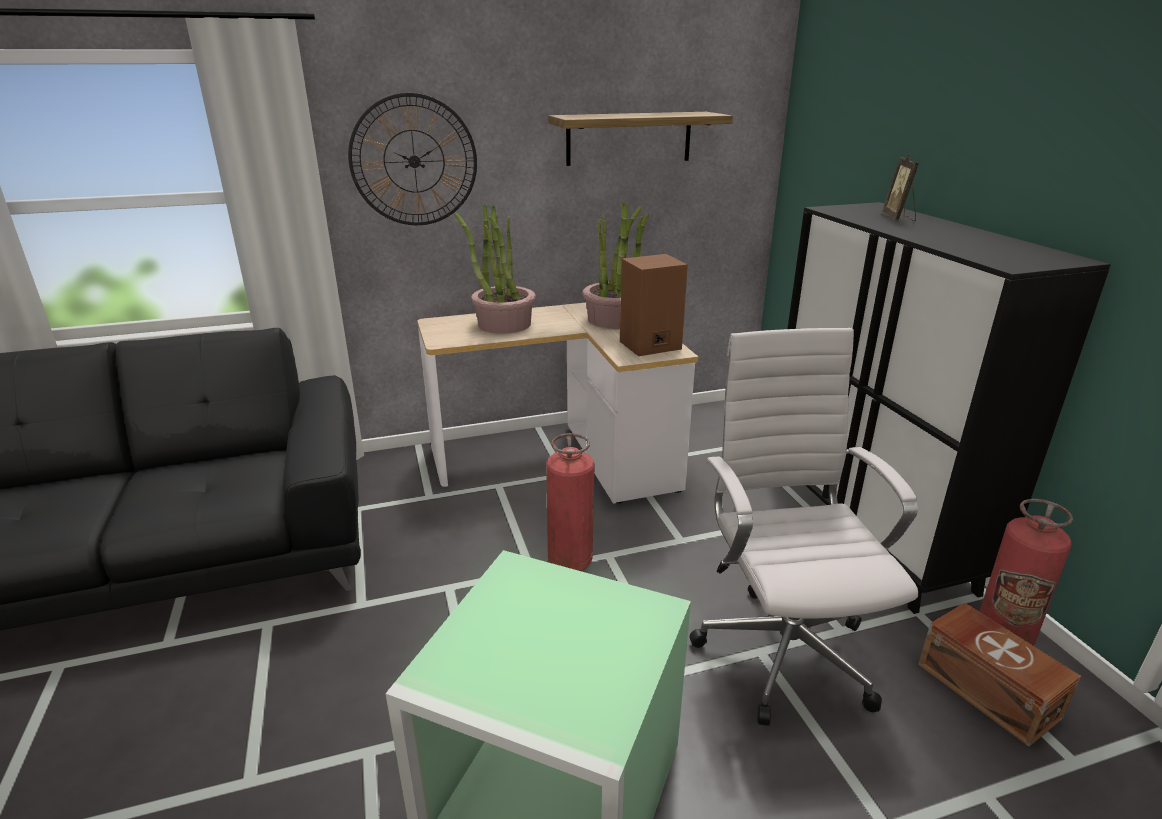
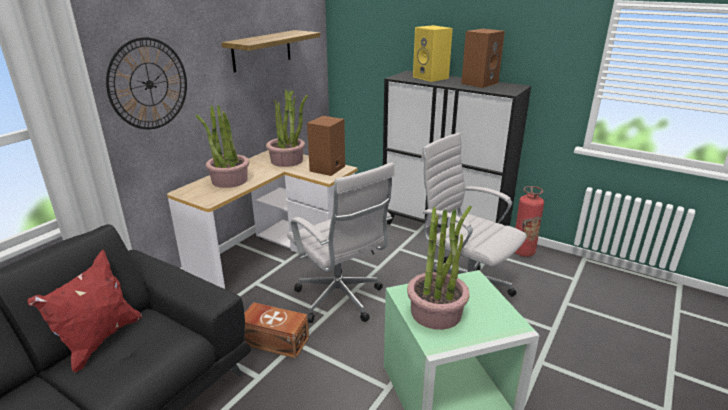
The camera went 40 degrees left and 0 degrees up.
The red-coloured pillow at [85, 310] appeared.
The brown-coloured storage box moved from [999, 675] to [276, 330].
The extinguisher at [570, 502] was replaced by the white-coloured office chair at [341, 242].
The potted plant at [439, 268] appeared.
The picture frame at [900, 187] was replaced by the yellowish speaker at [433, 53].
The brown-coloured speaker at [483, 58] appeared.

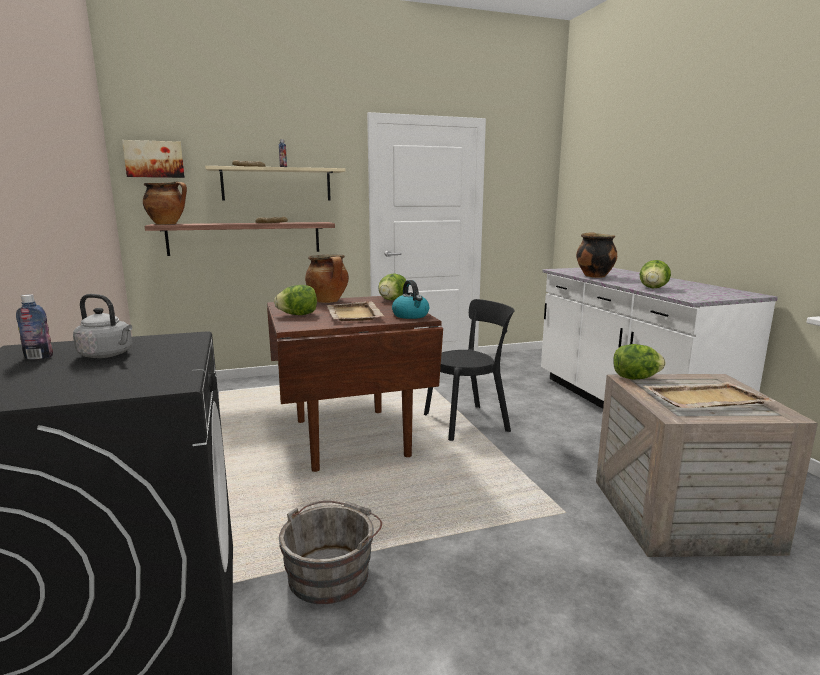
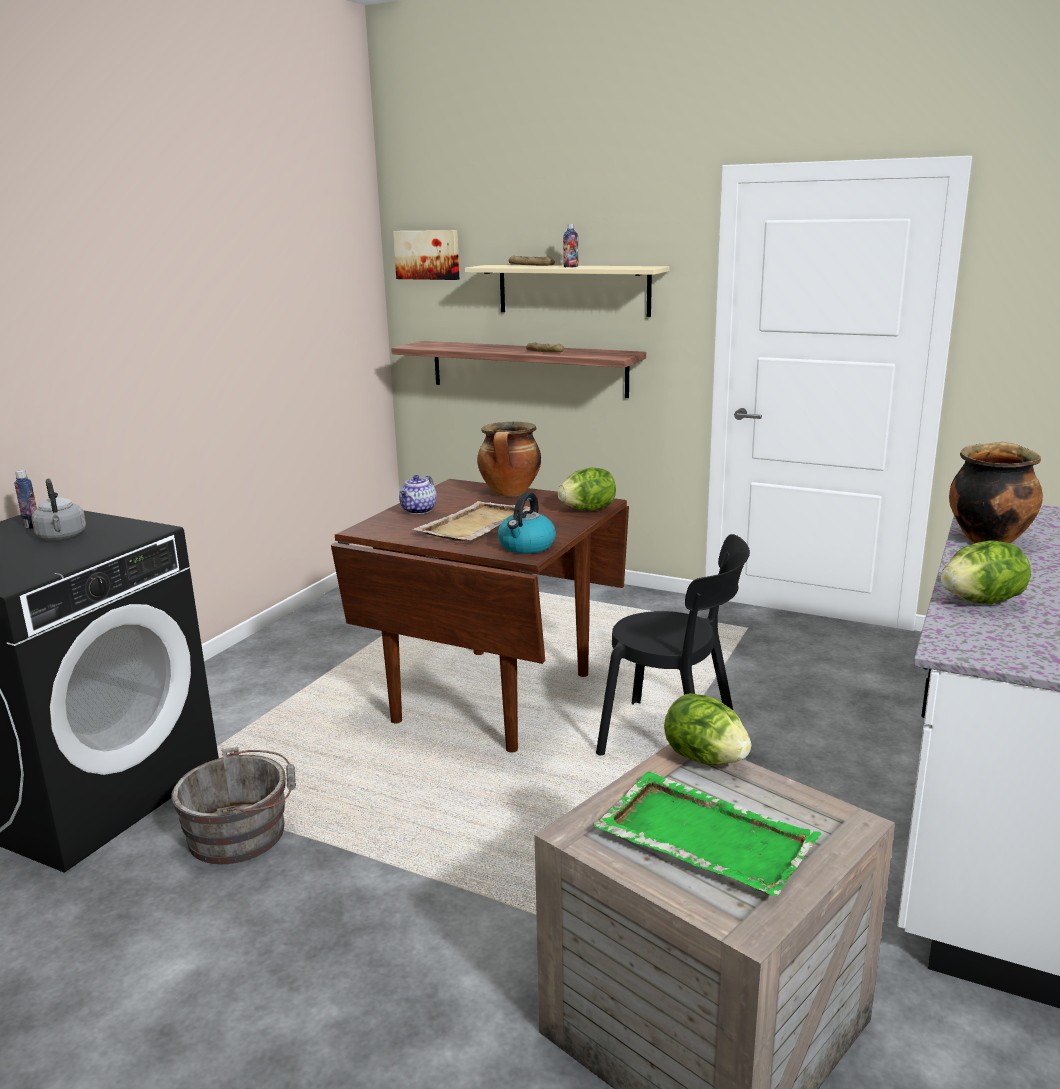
The camera went 45 degrees right and 5 degrees up.
The head of lettuce at [295, 300] was replaced by the teapot at [418, 494].
The sand-coloured tray at [710, 395] became the green tray at [707, 834].
The stockpot at [165, 203] disappeared.

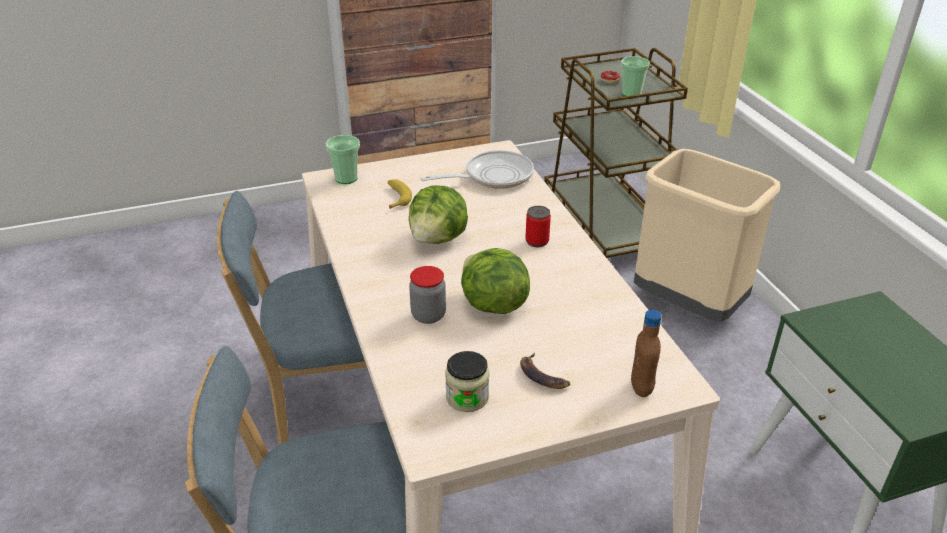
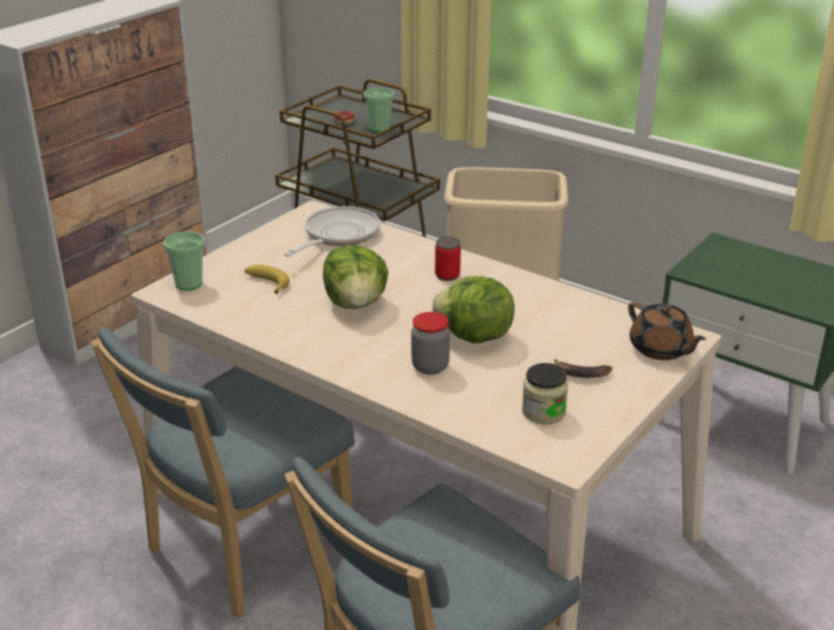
The camera went 35 degrees left and 5 degrees down.
The brown-coloured bottle at [646, 353] was replaced by the brown-coloured teapot at [667, 331].

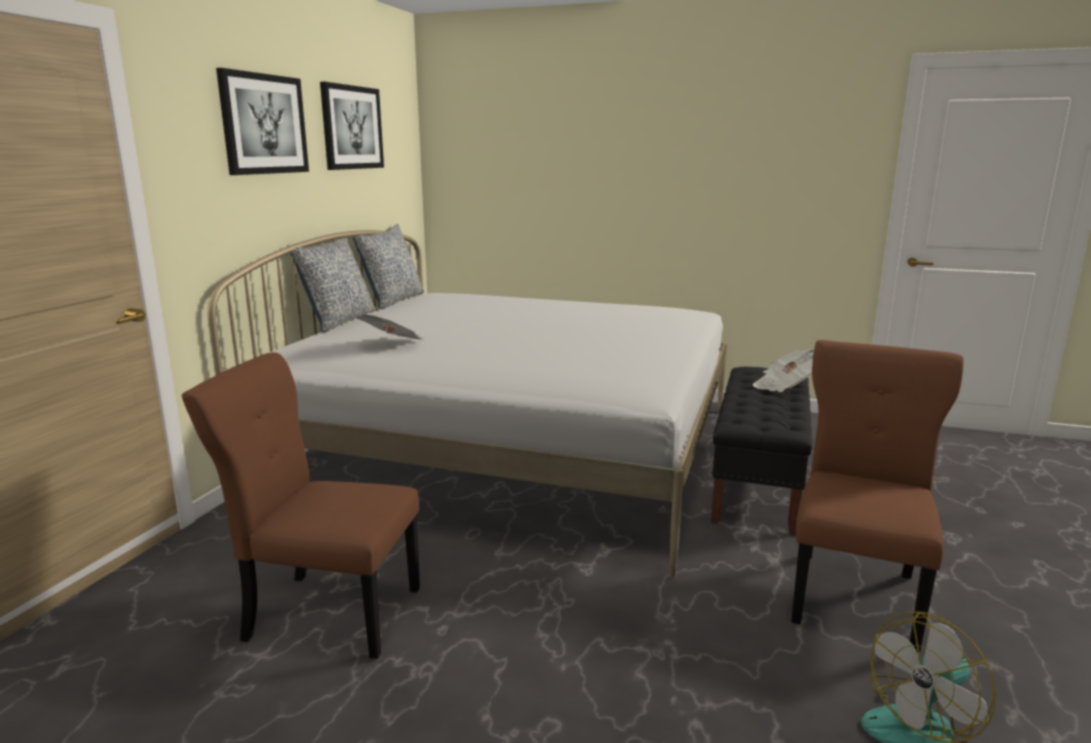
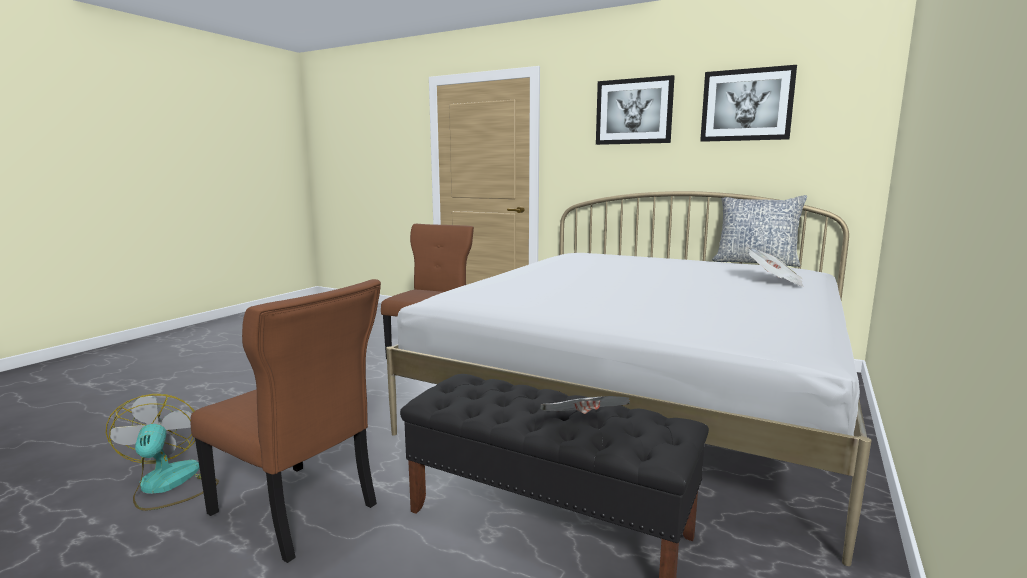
The camera went 100 degrees right and 5 degrees down.
The newspaper moved from [389, 327] to [775, 267].
The pillow at [331, 285] disappeared.

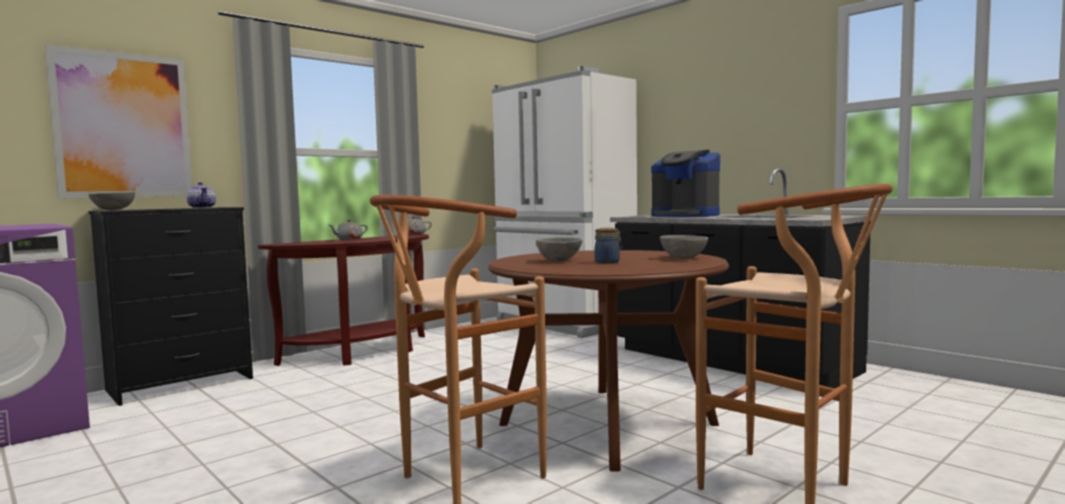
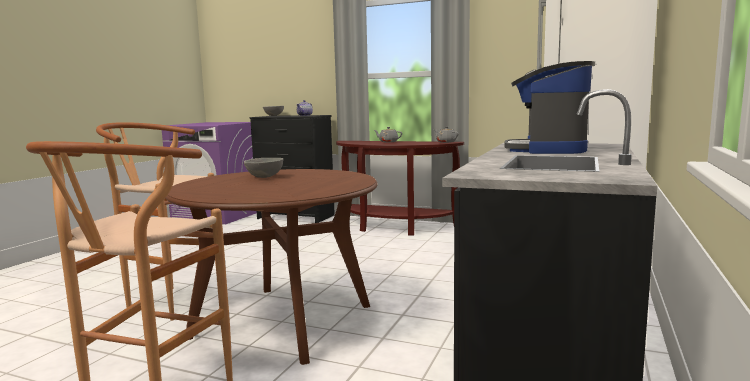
The camera went 65 degrees right and 5 degrees up.
The picture at [118, 121] disappeared.
The storage jar at [608, 246] disappeared.
The gray bowl at [684, 247] disappeared.

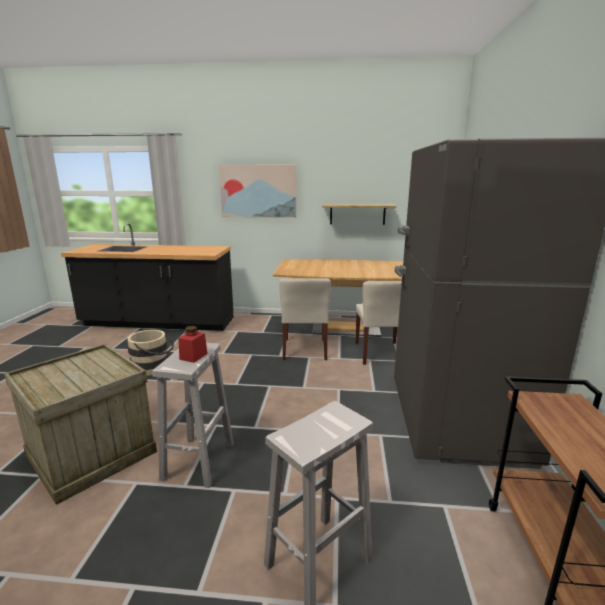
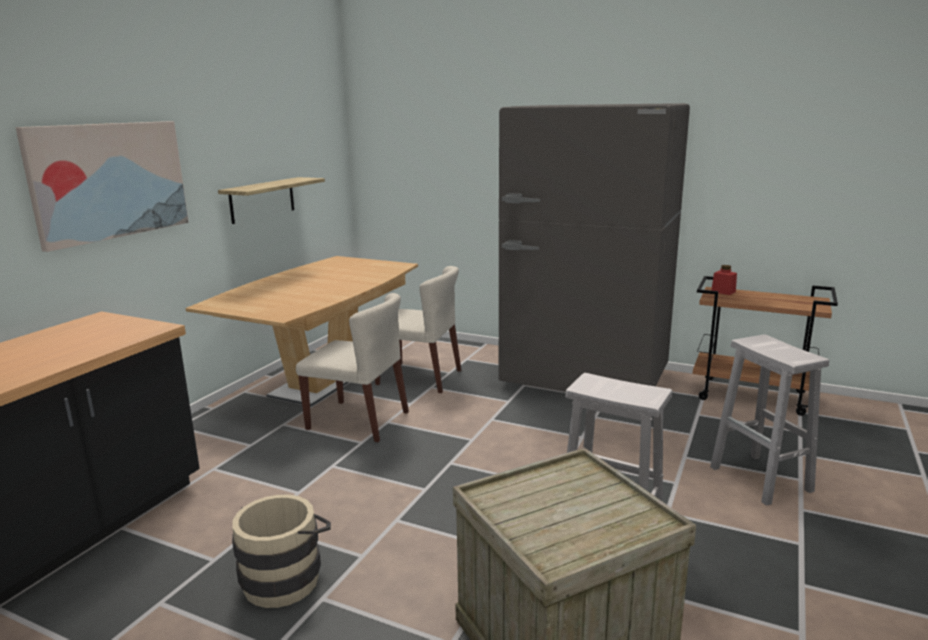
The camera went 70 degrees left and 0 degrees up.
The red-coloured storage jar moved from [193, 344] to [724, 280].

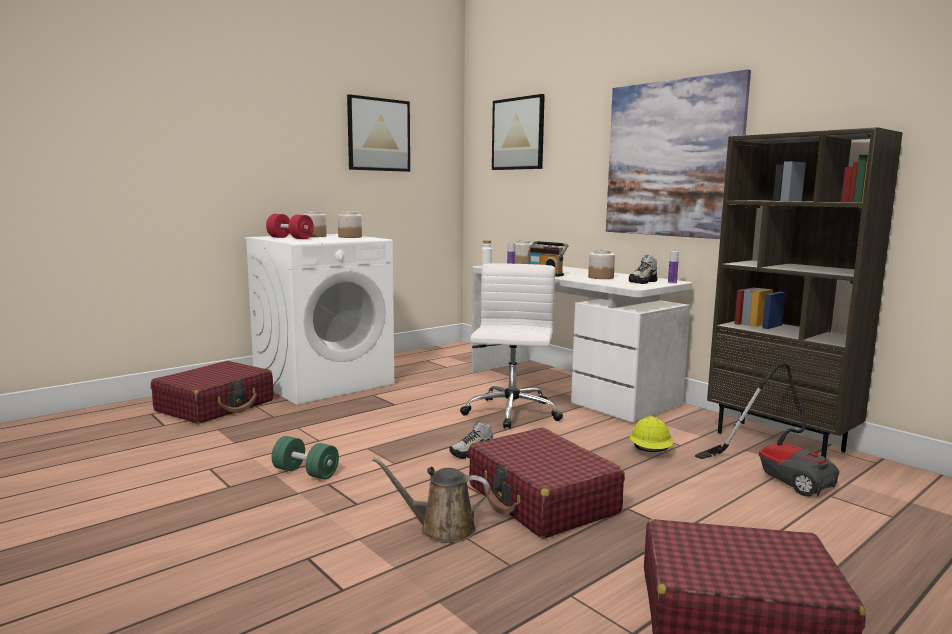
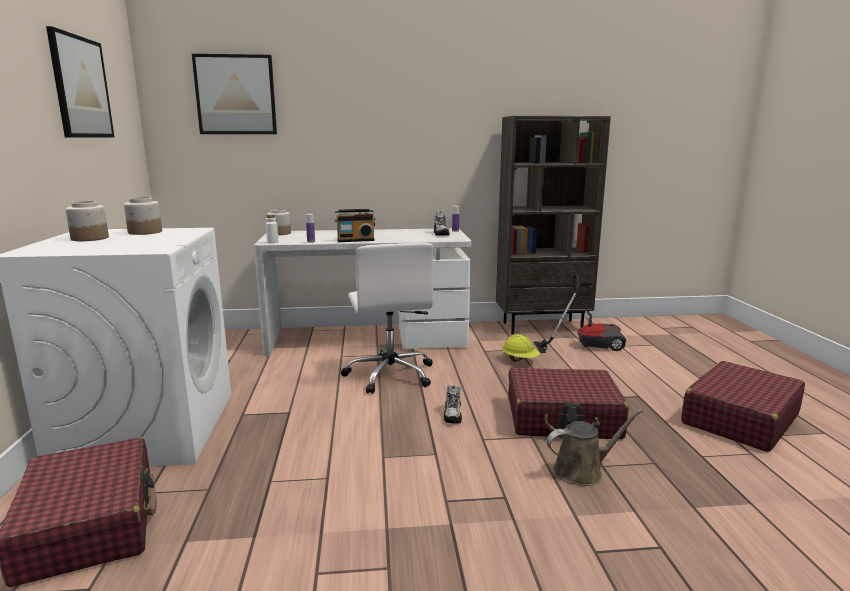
The camera went 55 degrees left and 5 degrees up.
The white-coloured office chair at [511, 346] turned 150 degrees counterclockwise.
The brown-coloured watering can at [431, 500] turned 150 degrees counterclockwise.
The red-coloured free weight at [290, 226] disappeared.
The green free weight at [305, 458] disappeared.
The storage jar at [601, 264] disappeared.
The picture at [678, 154] disappeared.

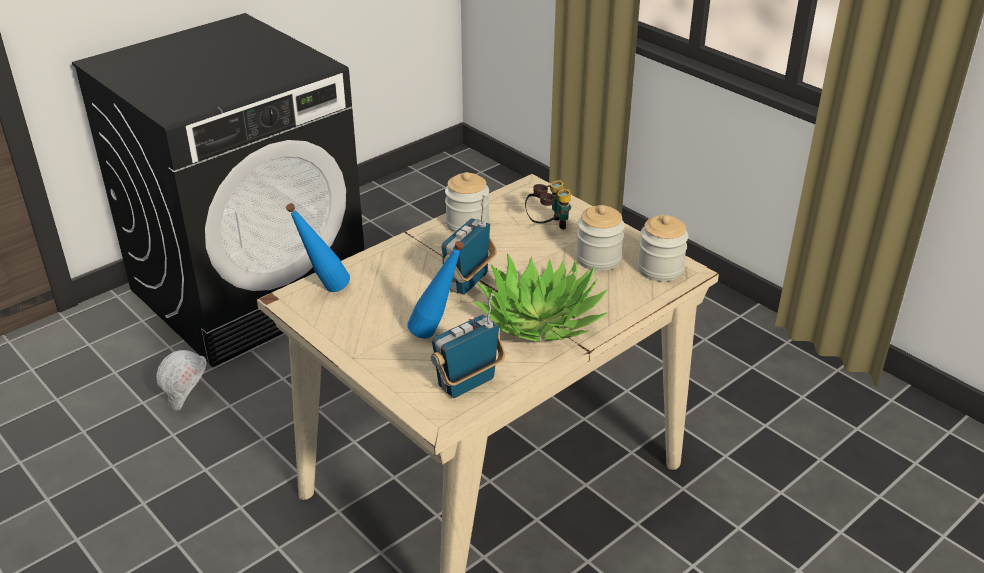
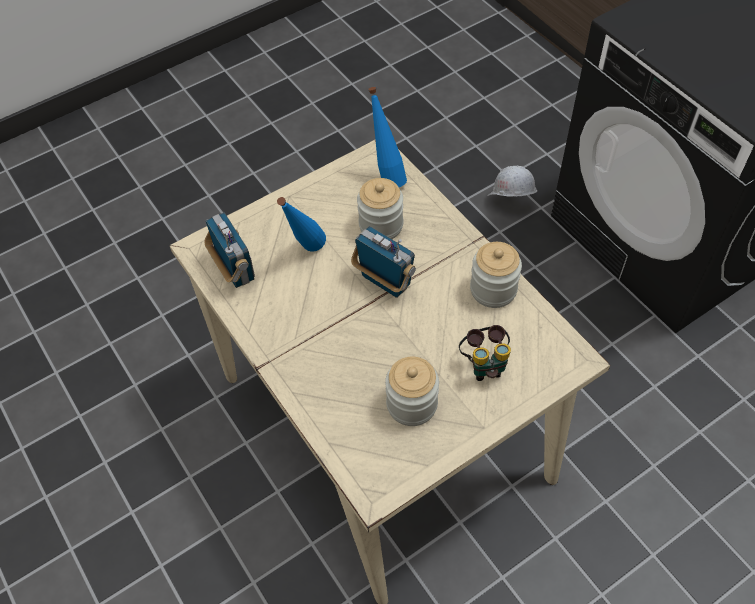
The camera went 100 degrees right and 20 degrees up.
The storage jar moved from [663, 248] to [380, 208].
The potted plant at [540, 298] disappeared.

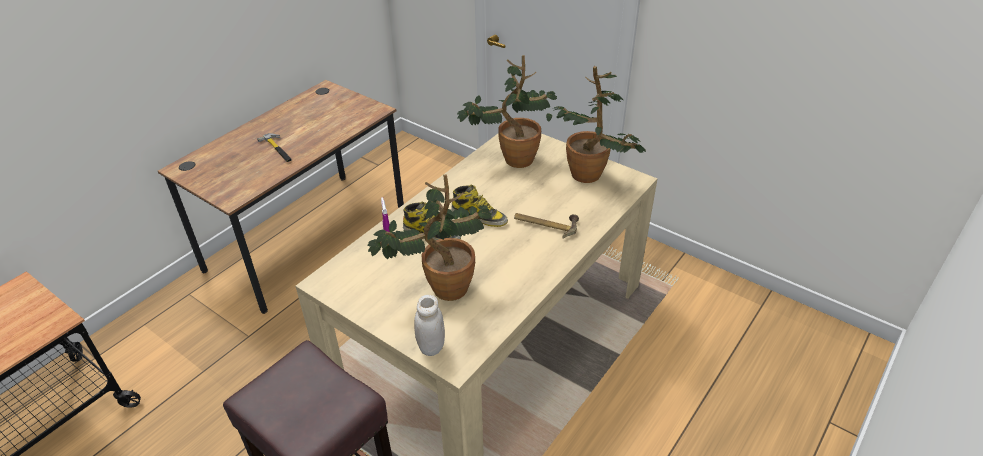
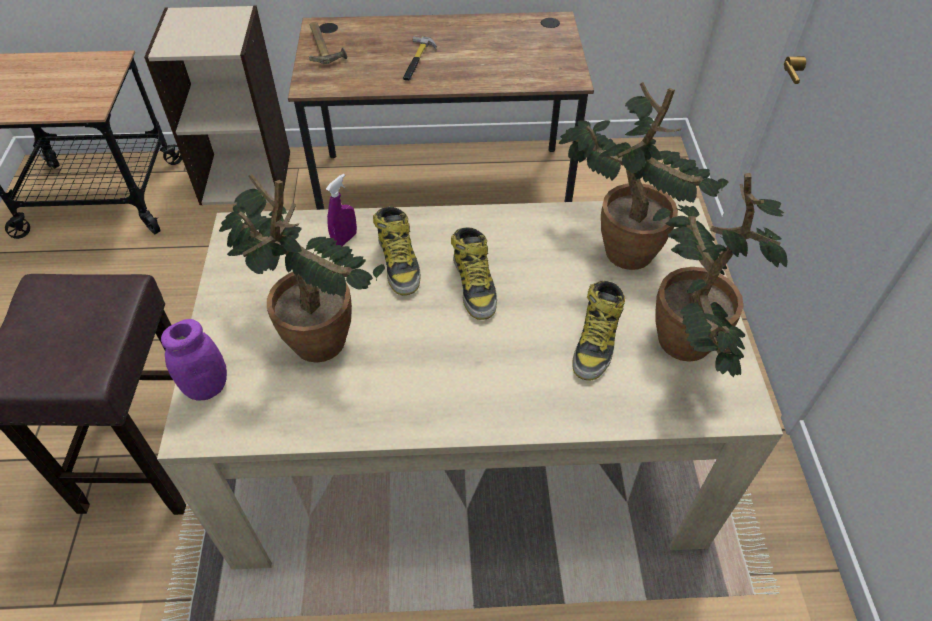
The camera went 50 degrees right and 10 degrees up.
The sand-coloured bookshelf at [217, 105] appeared.
The white-coloured storage jar at [429, 325] became the purple-coloured storage jar at [194, 360].
The tool hammer moved from [546, 226] to [328, 43].
The tall boot at [598, 331] appeared.

